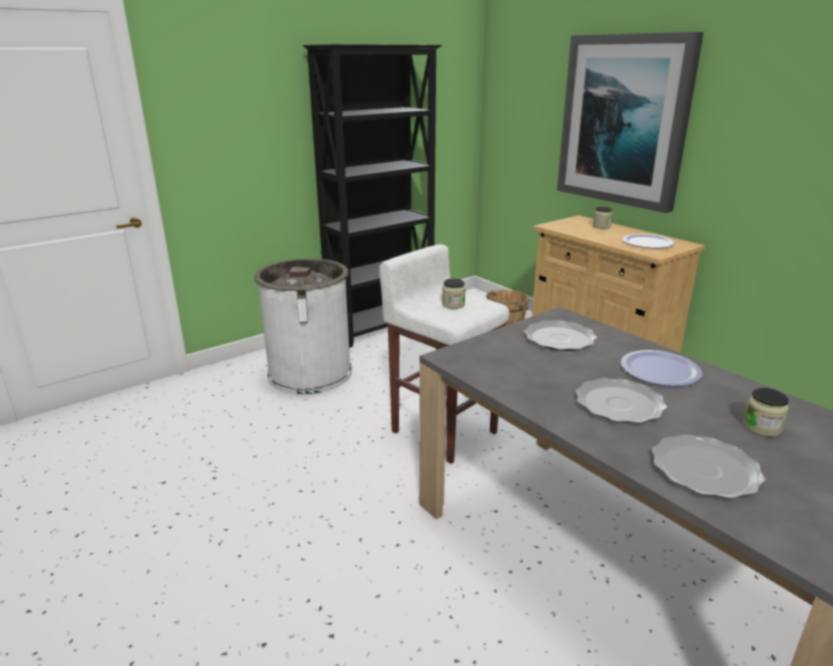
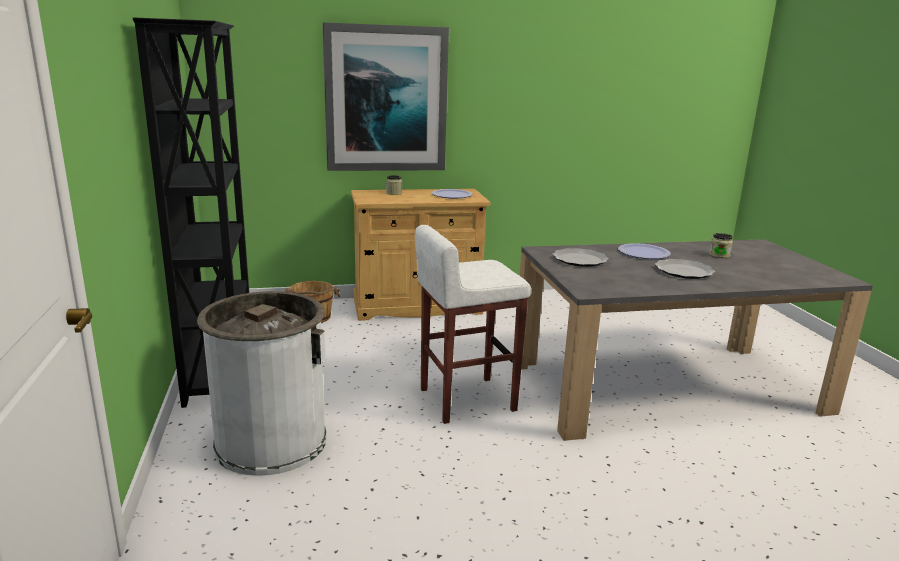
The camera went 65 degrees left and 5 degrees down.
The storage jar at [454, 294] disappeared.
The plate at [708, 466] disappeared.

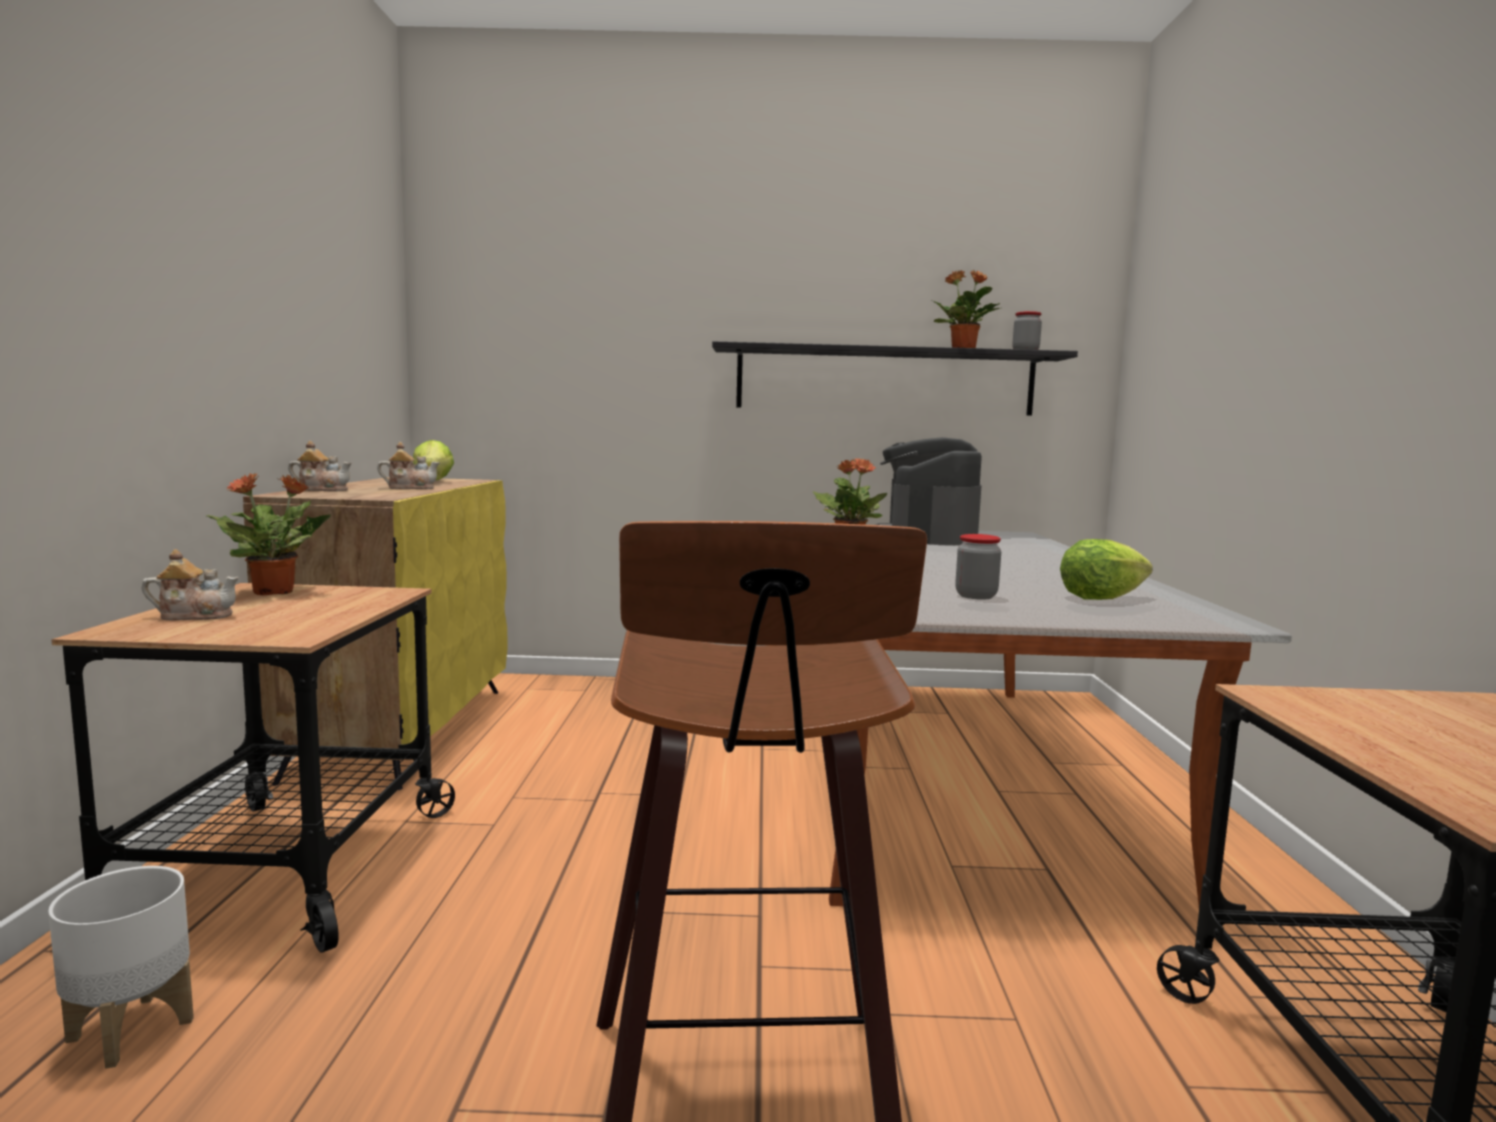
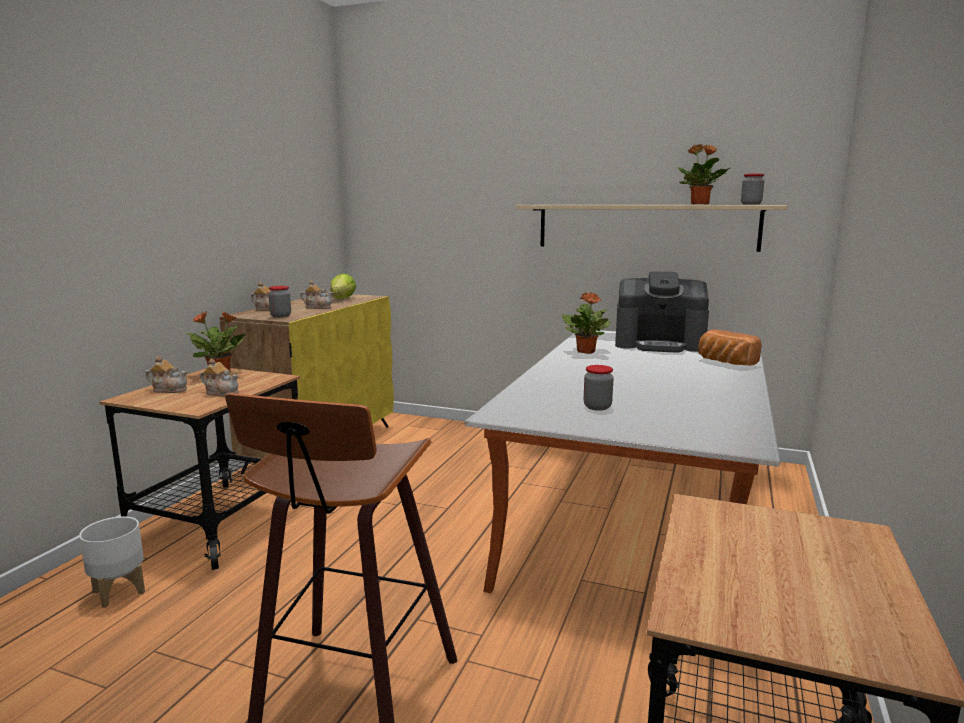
The camera went 20 degrees right and 5 degrees up.
The teapot at [219, 377] appeared.
The storage jar at [280, 302] appeared.
The black shelf at [895, 378] became the sand-coloured shelf at [651, 228].
The coffee machine at [928, 491] turned 105 degrees counterclockwise.
The baked bread at [730, 347] appeared.
The head of lettuce at [1106, 569] disappeared.

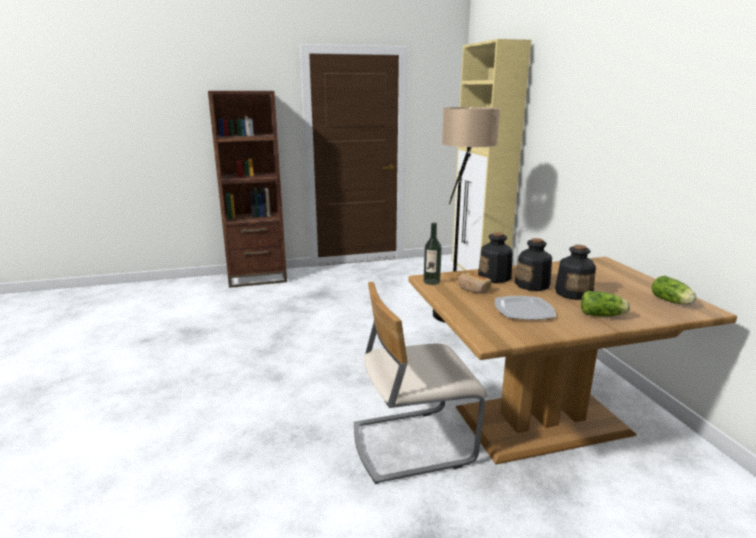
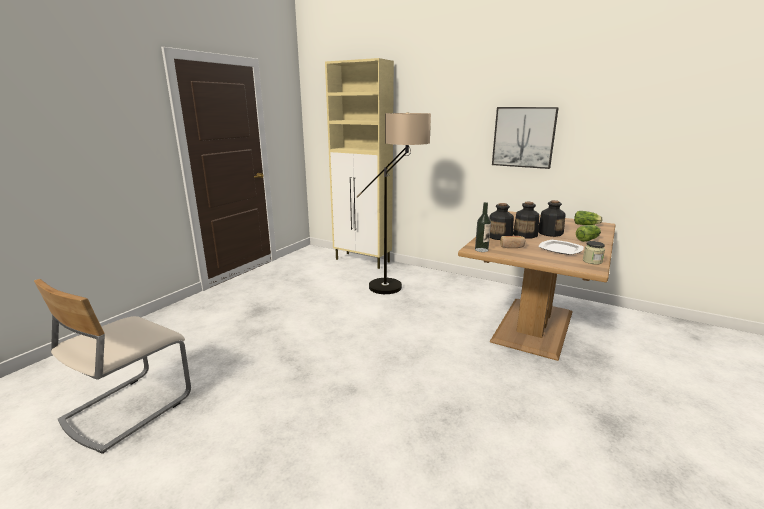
The camera went 45 degrees left and 0 degrees up.
The sand-coloured plain chair moved from [420, 383] to [112, 366].
The picture at [525, 138] appeared.
The storage jar at [594, 253] appeared.
The brown-coloured bookshelf at [247, 189] disappeared.

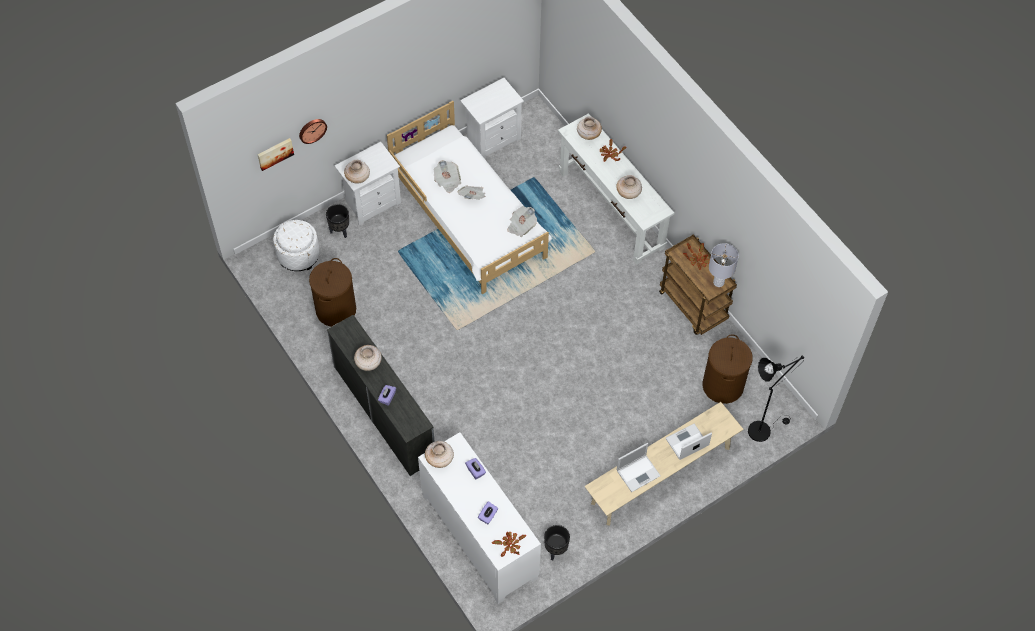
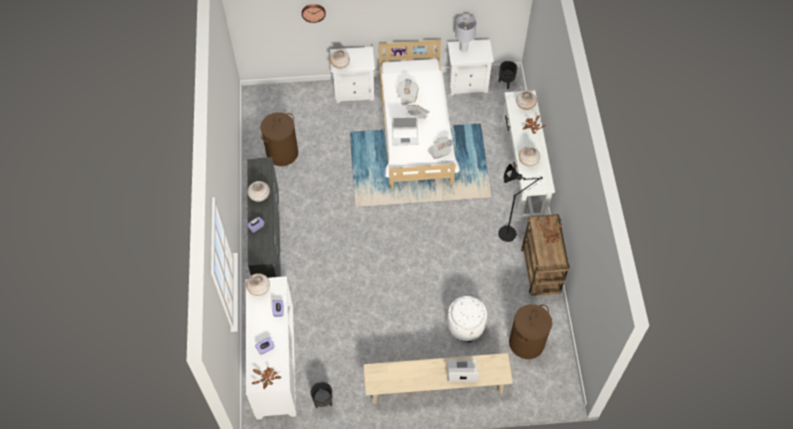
The camera went 30 degrees right and 0 degrees up.
The laptop moved from [639, 467] to [405, 130].
The white-coloured footrest moved from [296, 245] to [467, 319].
The gray lamp for a table moved from [724, 265] to [466, 33].
The black floor lamp moved from [776, 398] to [520, 203].
The black flower pot moved from [337, 221] to [508, 75].
The picture at [276, 154] disappeared.

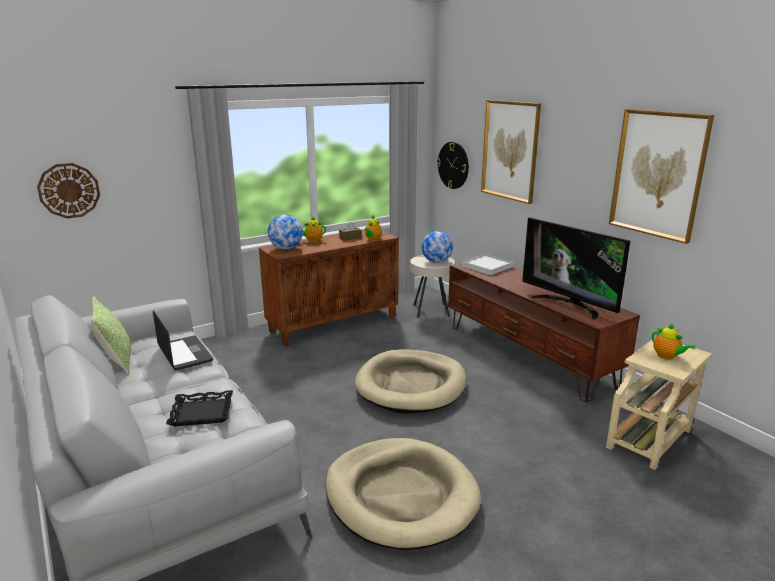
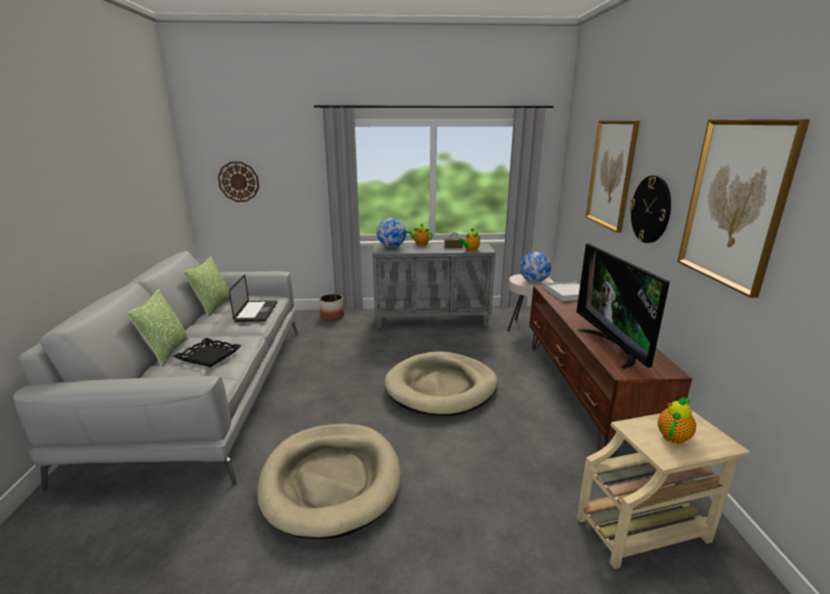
The camera went 30 degrees right and 0 degrees up.
The pillow at [158, 328] appeared.
The flower pot at [331, 307] appeared.
The brown-coloured storage cabinet at [329, 288] became the gray storage cabinet at [434, 285].
The wall clock moved from [453, 165] to [650, 209].
The teapot at [674, 341] turned 135 degrees counterclockwise.

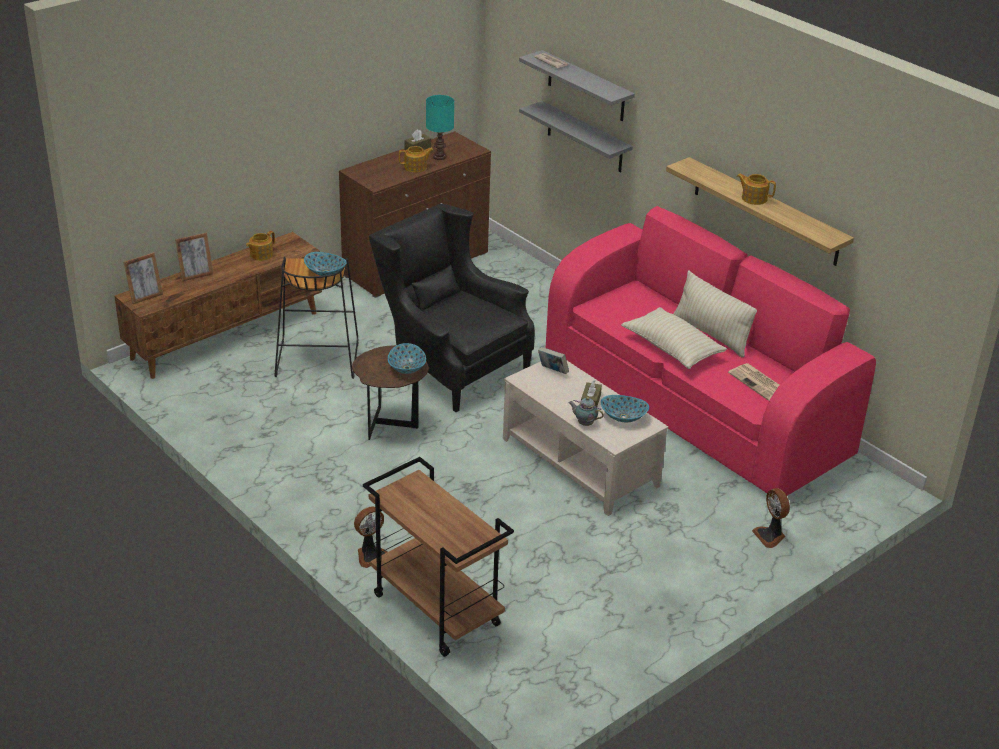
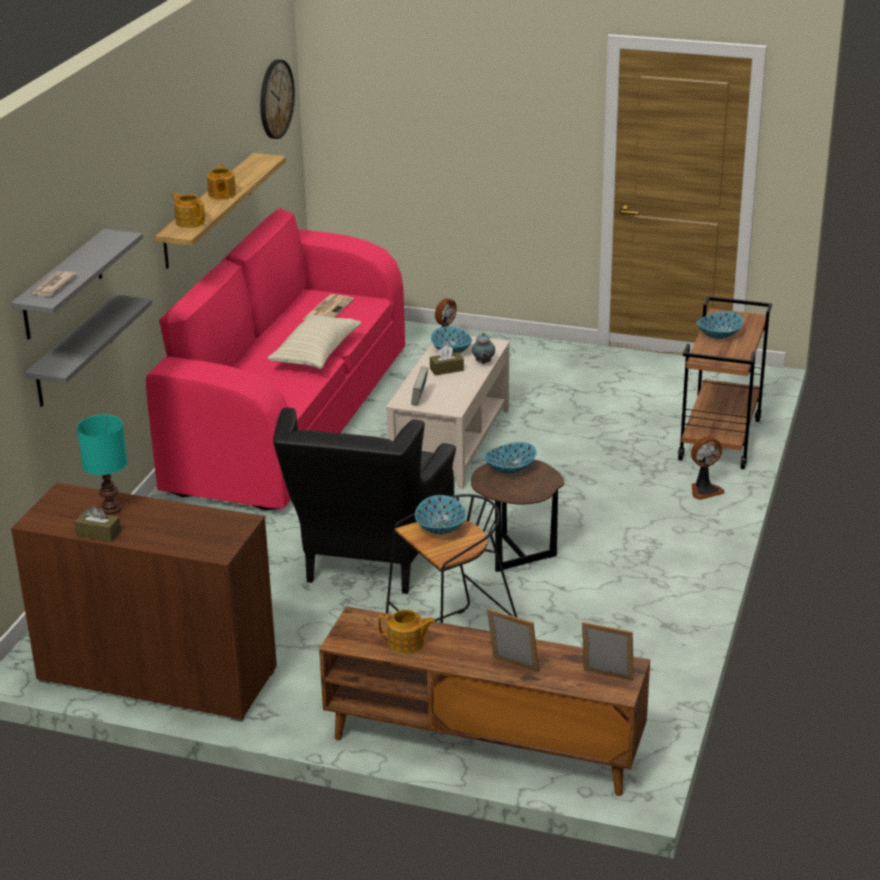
The camera went 120 degrees left and 5 degrees down.
The teapot moved from [416, 159] to [188, 210].
The wall clock at [277, 99] appeared.
The electric fan at [370, 537] turned 135 degrees clockwise.
The bowl at [720, 325] appeared.
The sand-coloured pillow at [715, 314] disappeared.

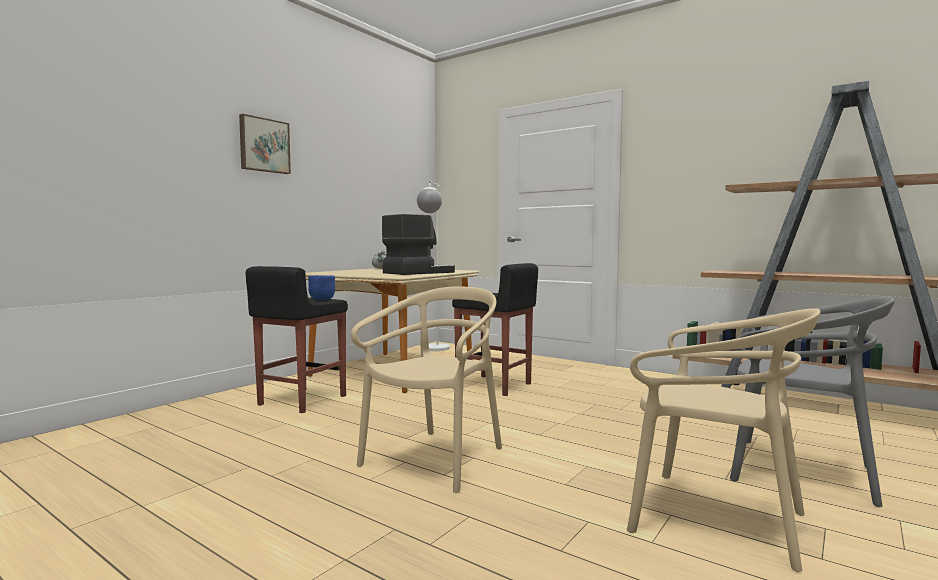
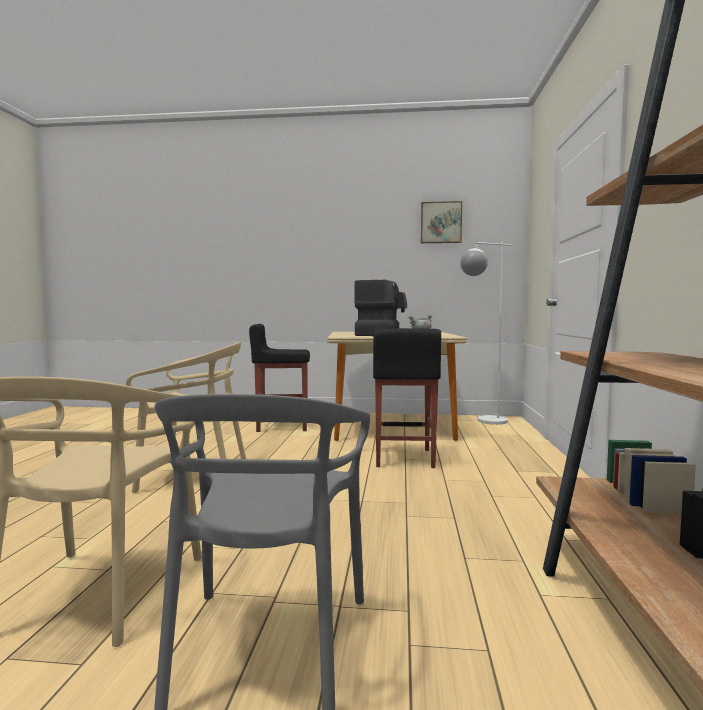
The camera went 60 degrees right and 0 degrees up.
The picture moved from [265, 144] to [441, 222].
The blue-coloured bowl at [321, 287] disappeared.

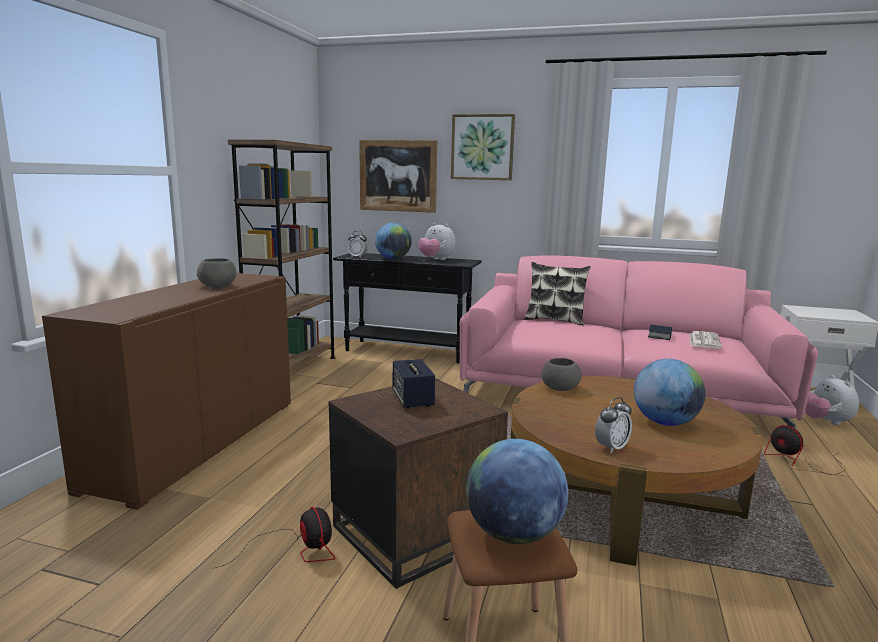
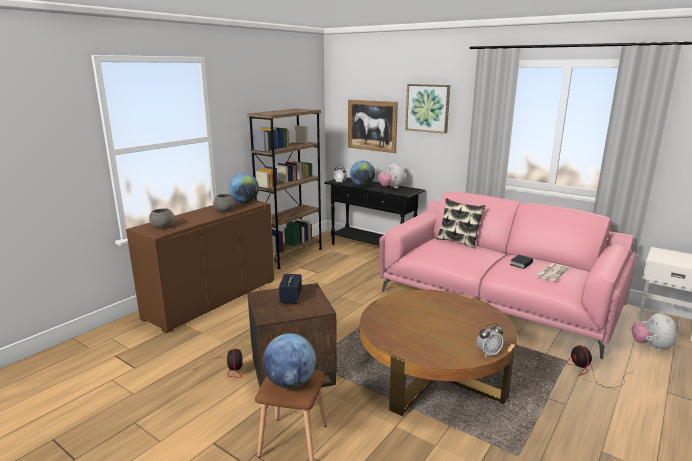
The camera went 20 degrees right and 5 degrees up.
The gray bowl moved from [561, 374] to [162, 218].
The world globe moved from [670, 392] to [243, 188].
The alarm clock moved from [613, 425] to [489, 340].

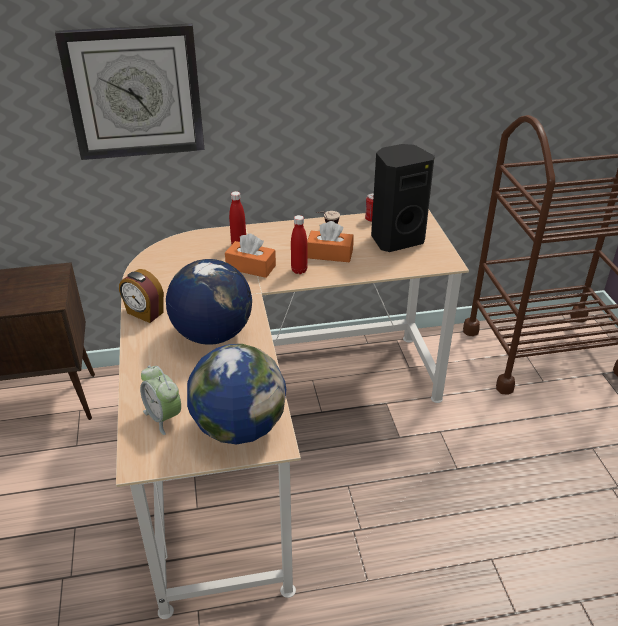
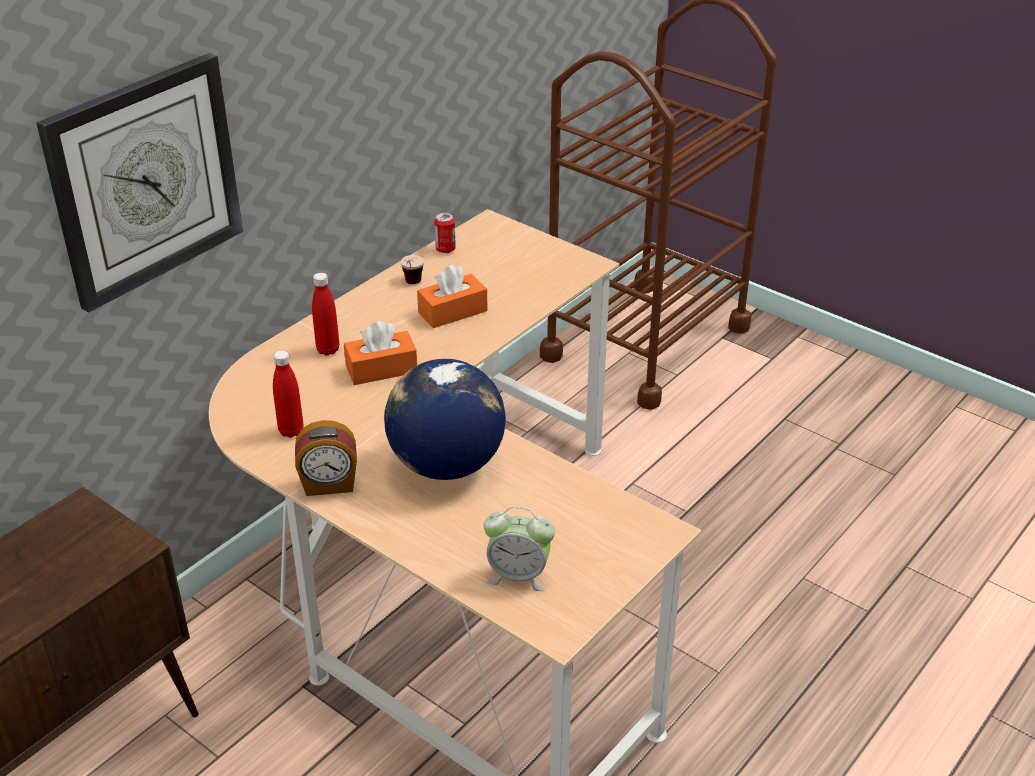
The camera went 40 degrees left and 0 degrees up.
The red-coloured bottle moved from [299, 244] to [288, 394].
The world globe at [236, 394] disappeared.
The black speaker at [403, 198] disappeared.

